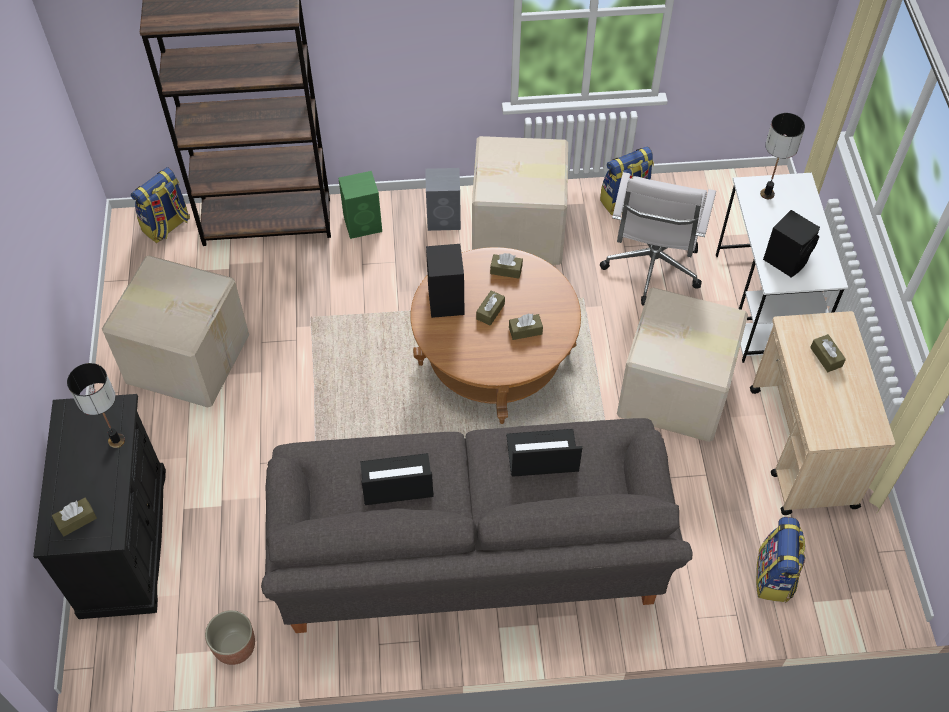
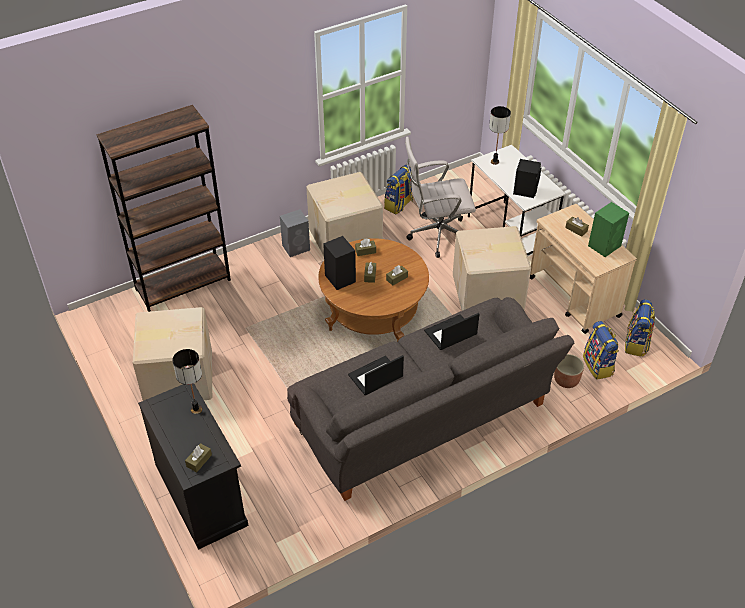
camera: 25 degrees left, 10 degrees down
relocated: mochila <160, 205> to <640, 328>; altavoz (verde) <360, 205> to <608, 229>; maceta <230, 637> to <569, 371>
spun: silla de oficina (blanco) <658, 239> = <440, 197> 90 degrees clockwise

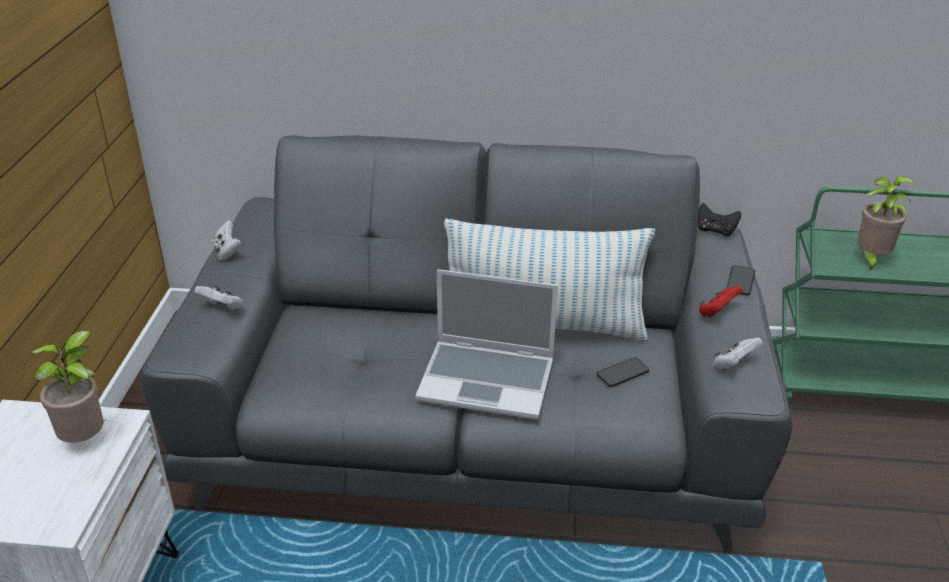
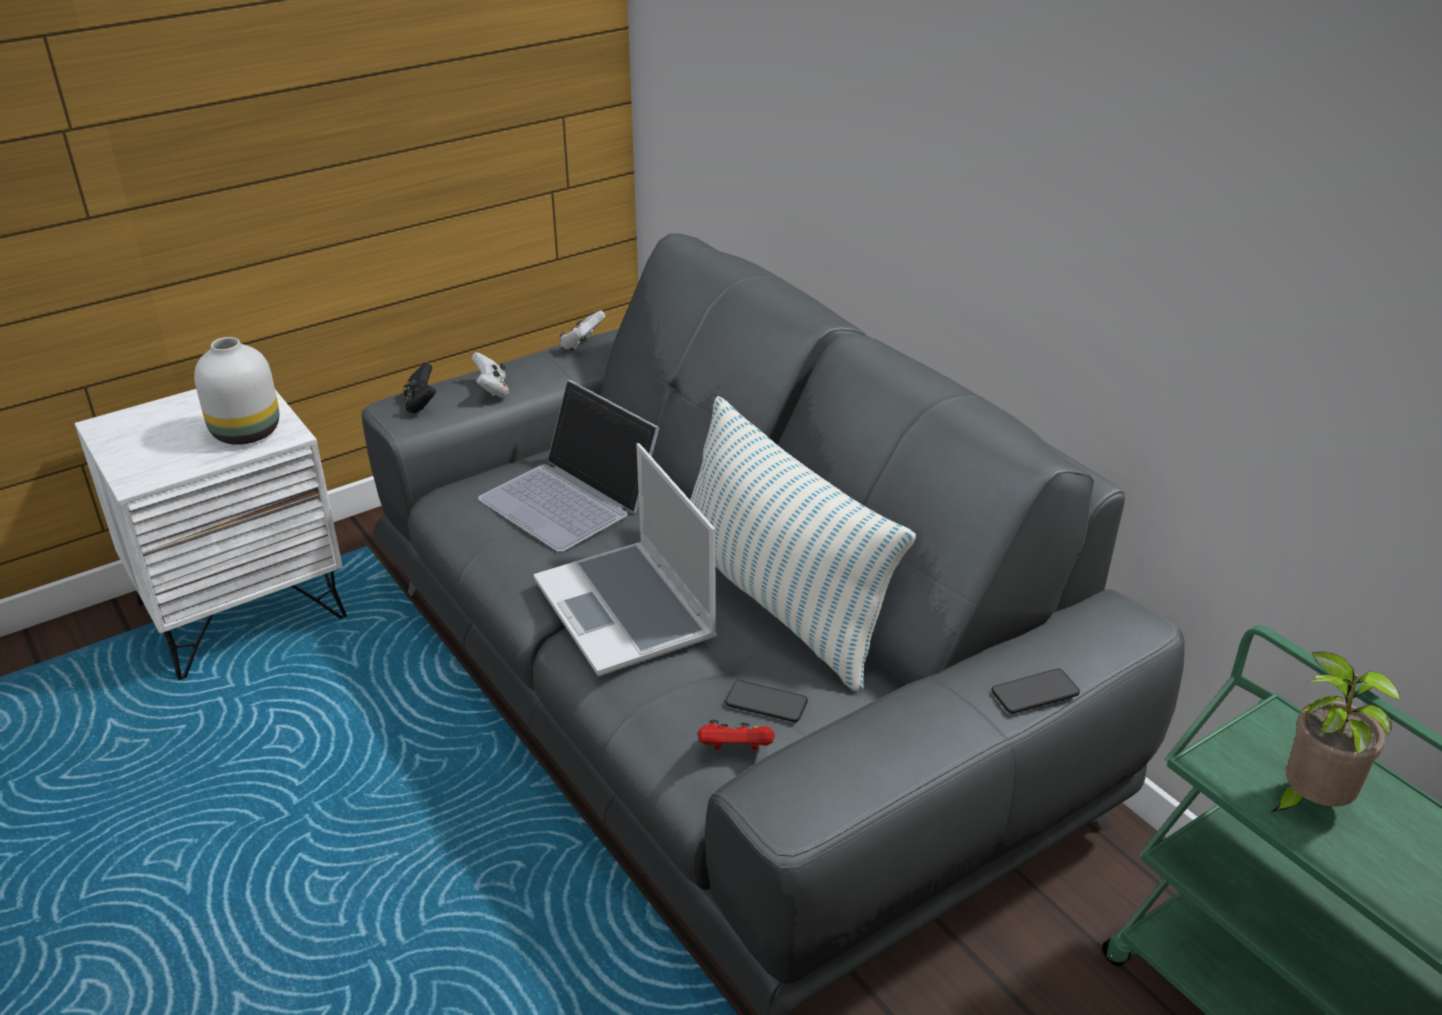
camera: 50 degrees right, 0 degrees up
missing: mando de consola (blanco) <738, 354>
appeared: portátil <569, 466>
relocated: mando de consola (negro) <719, 219> to <420, 388>; mando de consola (rojo) <721, 301> to <736, 735>
exchanged: planta en maceta <69, 386> to florero (blanco) <236, 391>

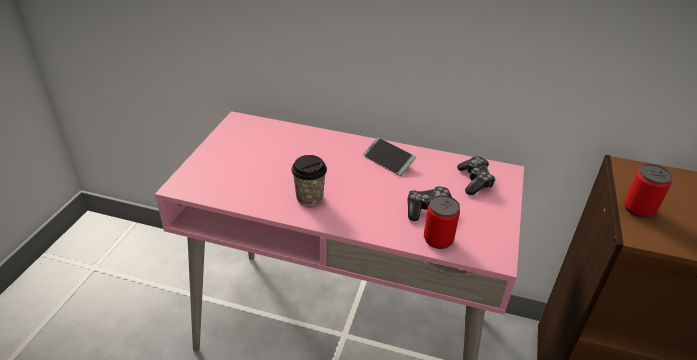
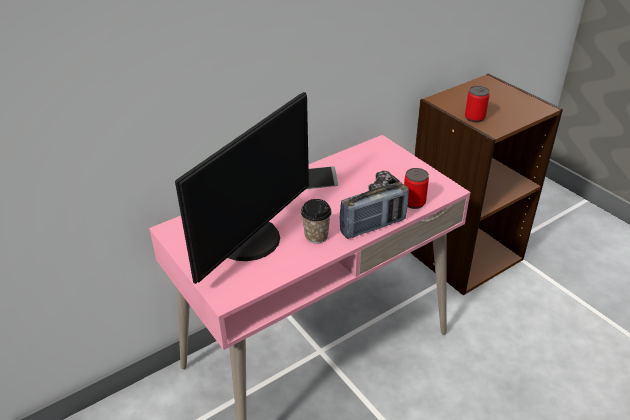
camera: 50 degrees left, 0 degrees up
missing: mando de consola <476, 175>
appeared: monitor <242, 188>; radio <374, 210>

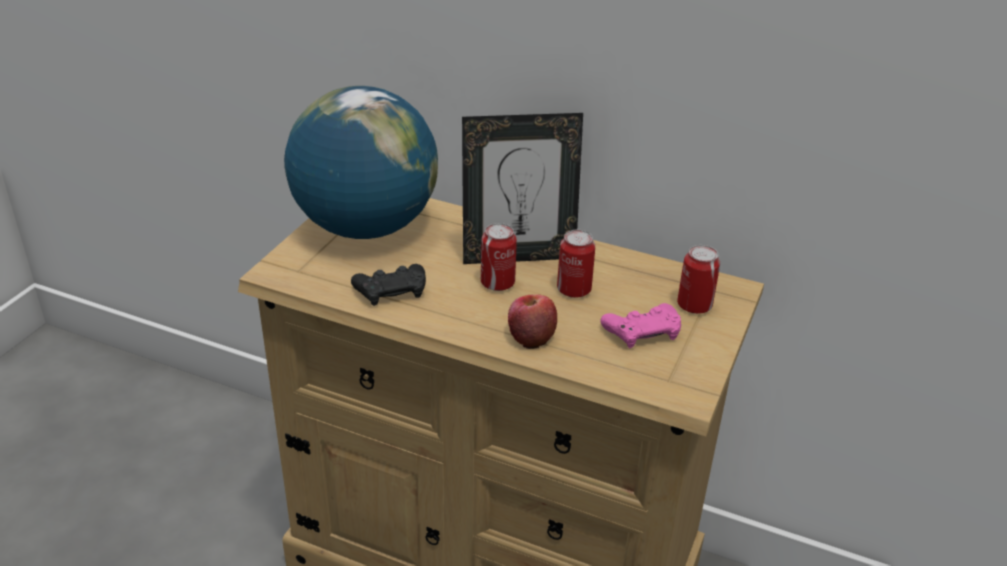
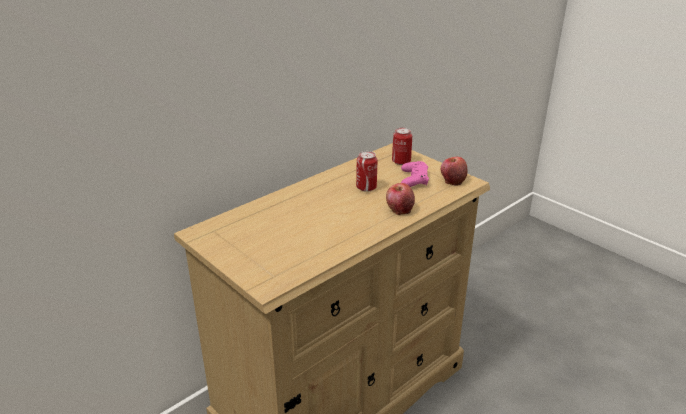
camera: 65 degrees left, 5 degrees down
missing: globo terráqueo <361, 162>; portarretratos <522, 188>; lata <499, 257>; mando de consola (negro) <388, 285>
appeared: manzana <454, 171>

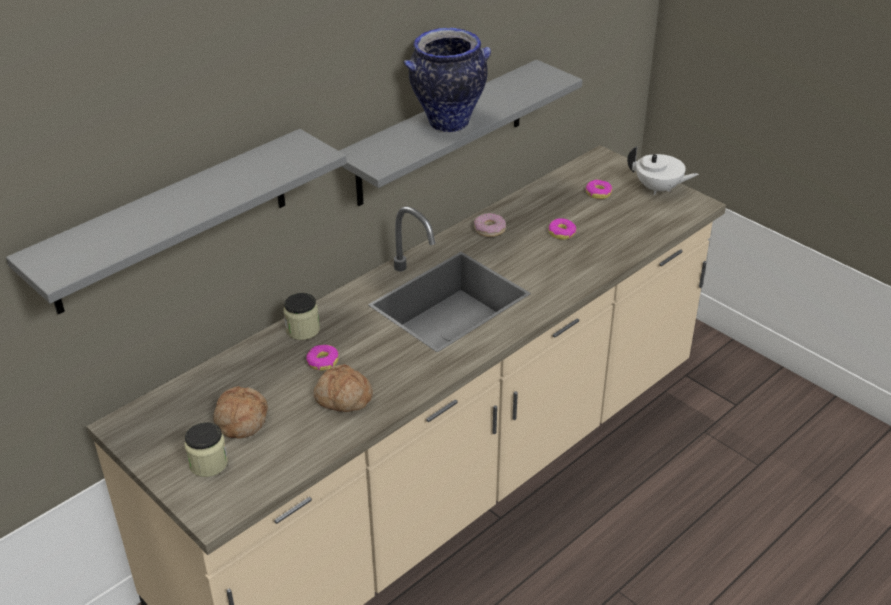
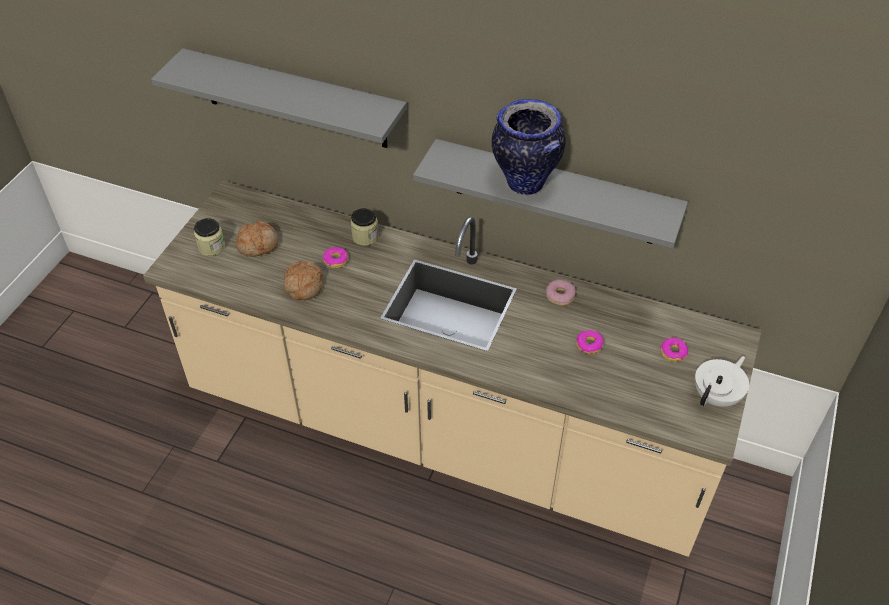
camera: 65 degrees right, 10 degrees up
spun: tetera (blanco) <663, 170> = <722, 381> 135 degrees counterclockwise

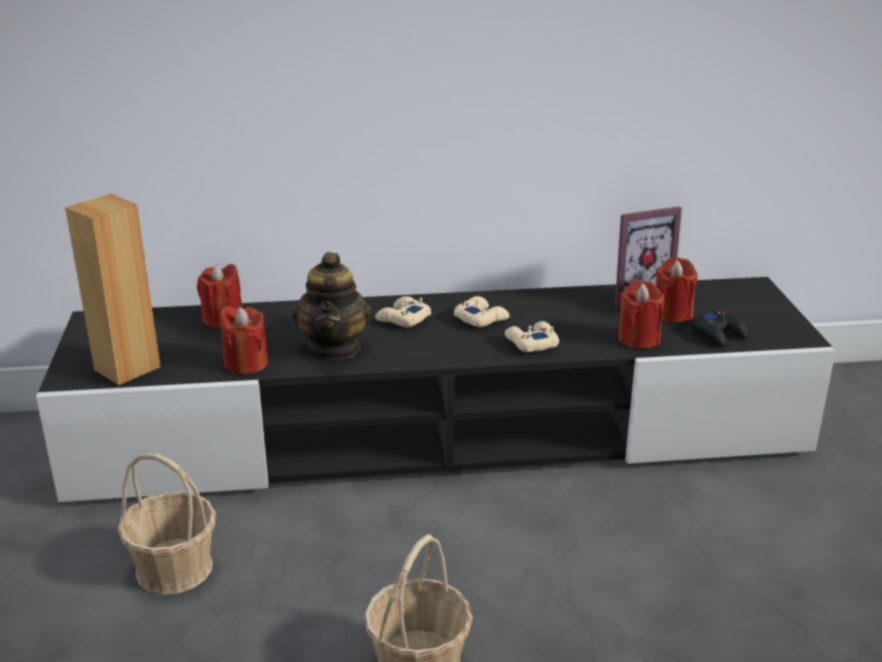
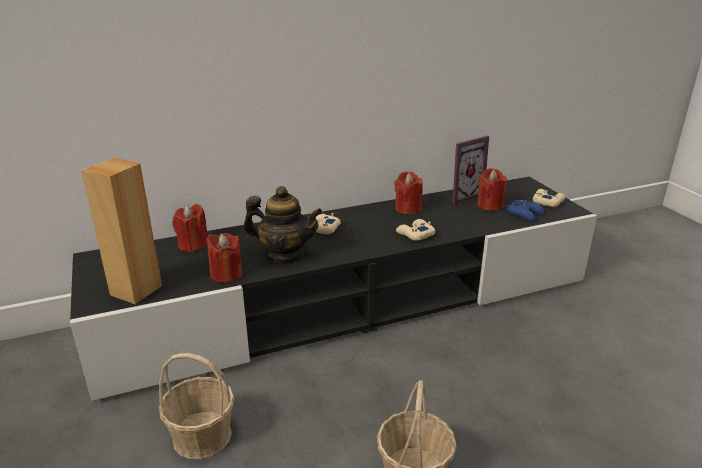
camera: 15 degrees left, 0 degrees up
relocated: vela (rojo) <641, 314> to <408, 192>; mando de consola (beis) <482, 311> to <549, 198>
colour: mando de consola (negro) <720, 329> to mando de consola (azul) <525, 211>
spun: tetera <332, 306> = <283, 224> 60 degrees counterclockwise

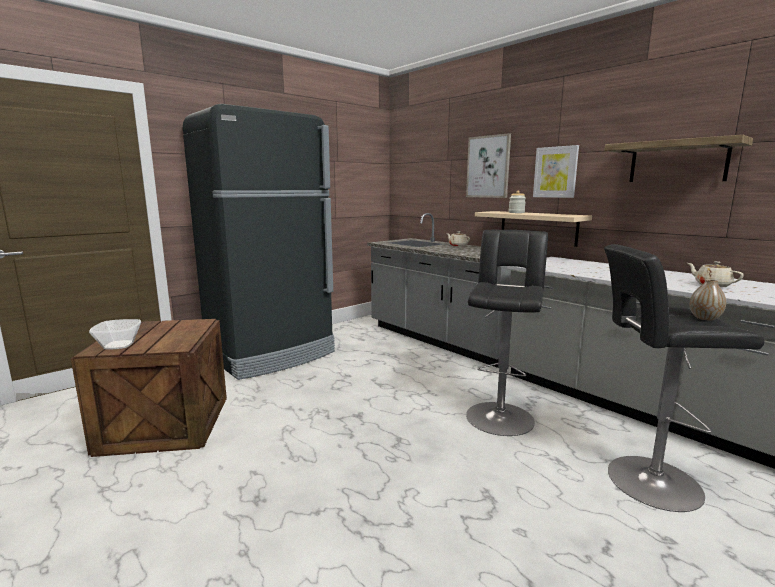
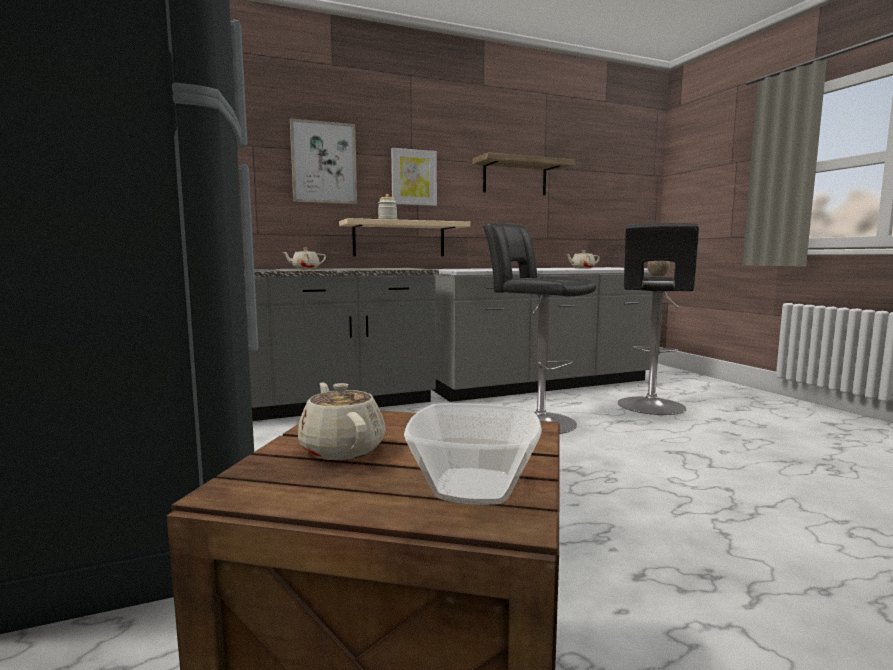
camera: 70 degrees left, 5 degrees down
appeared: tetera (beis) <342, 421>

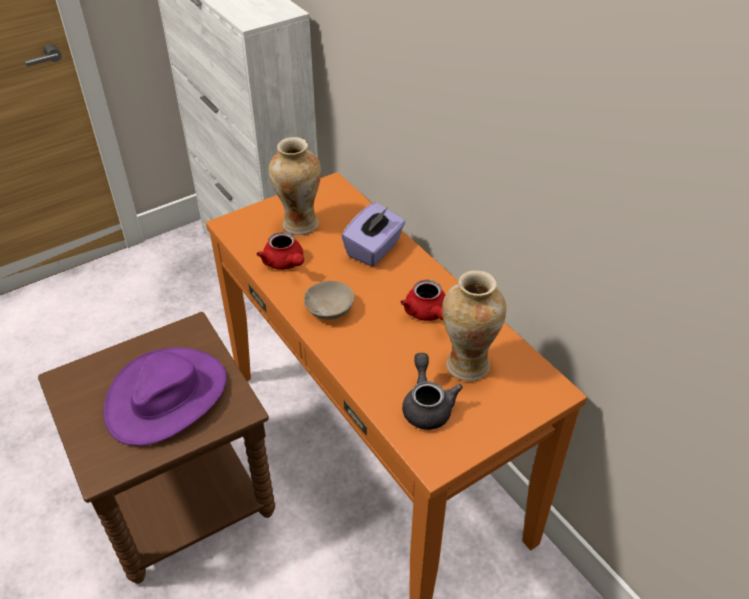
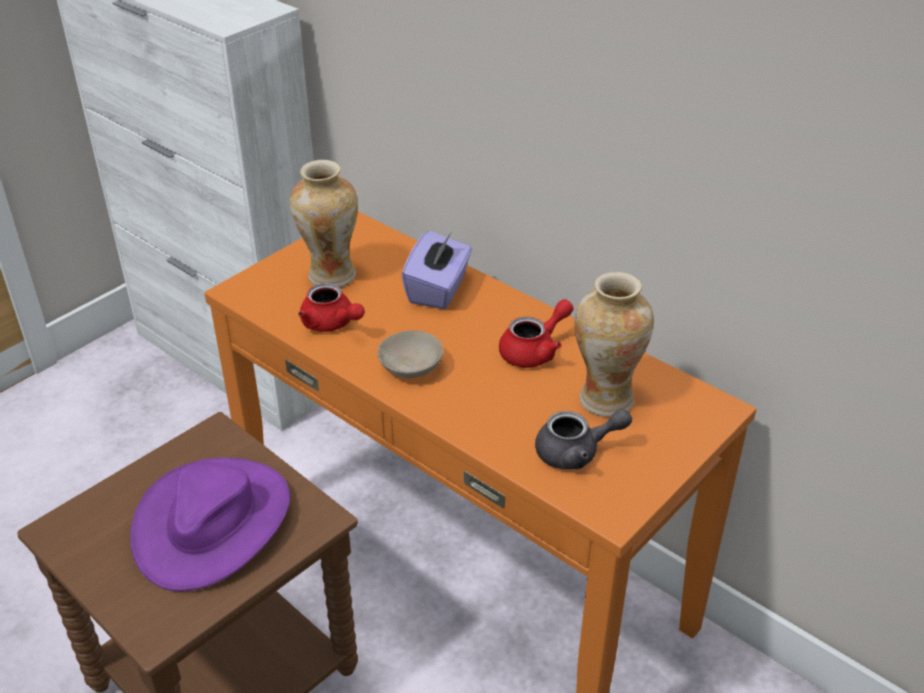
camera: 15 degrees left, 5 degrees down
spun: tetera (rojo) <423, 300> = <536, 333> 90 degrees counterclockwise; tetera (gris) <432, 391> = <583, 439> 105 degrees clockwise

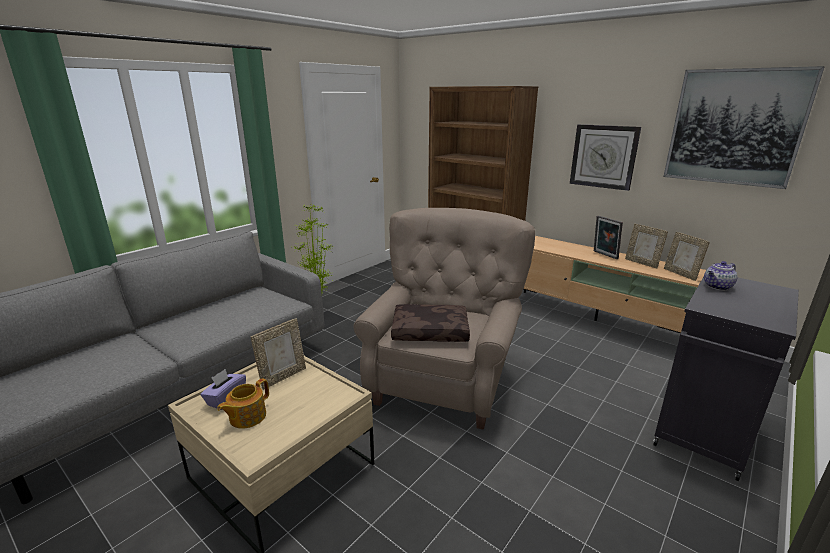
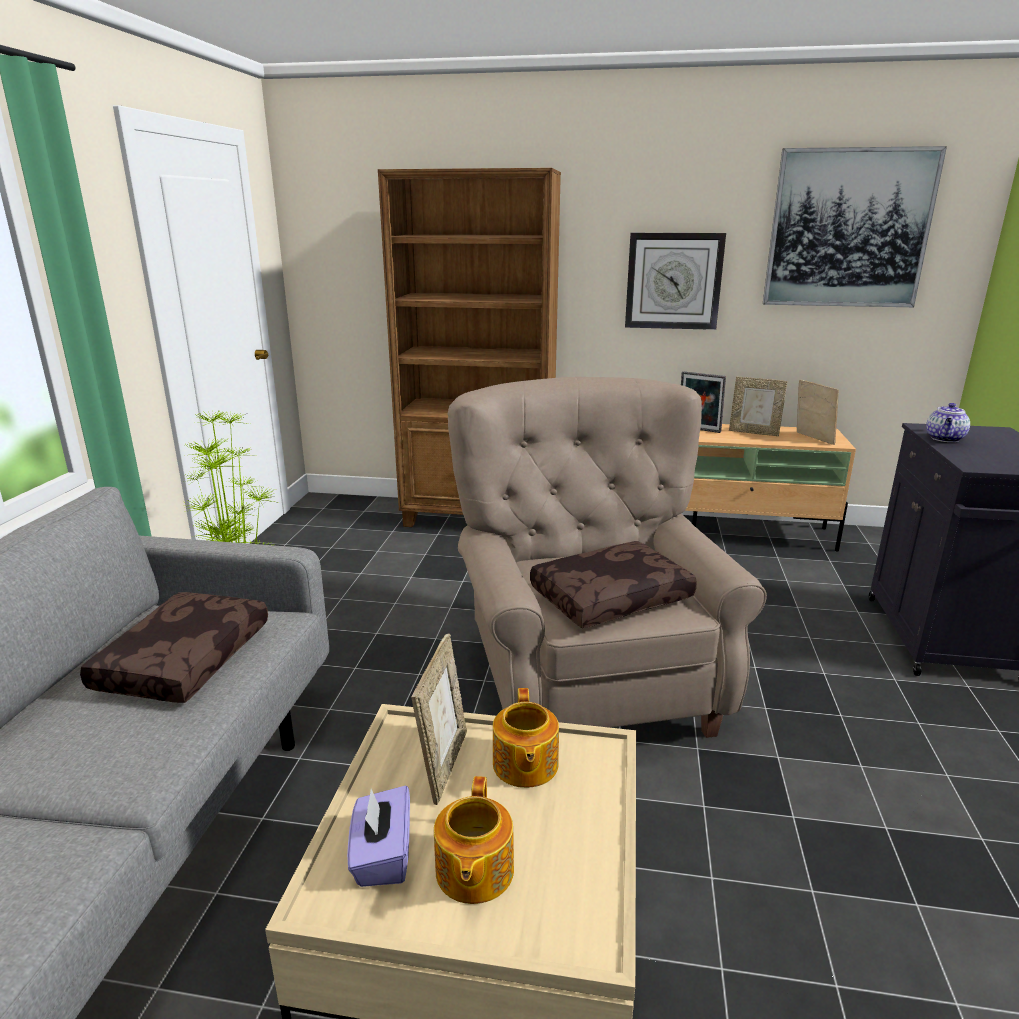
camera: 30 degrees left, 0 degrees up
appeared: cojín (marrón) <174, 647>; tetera <526, 738>
spun: portarretratos <687, 256> = <818, 412> 150 degrees counterclockwise

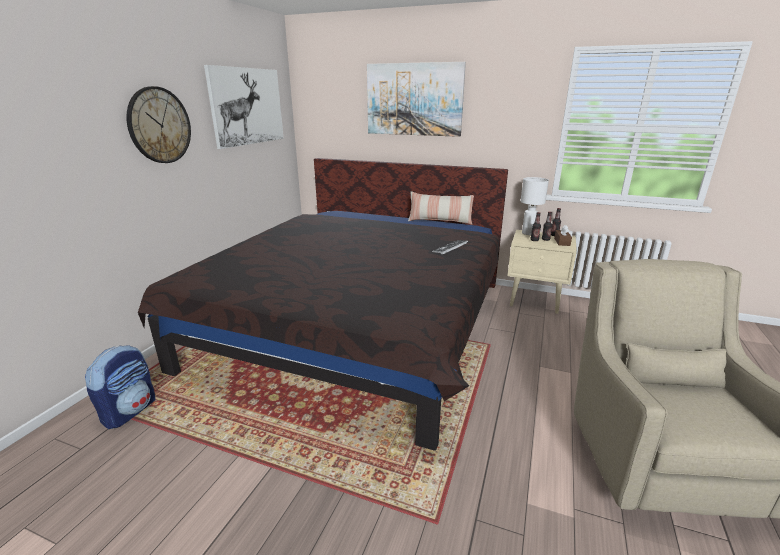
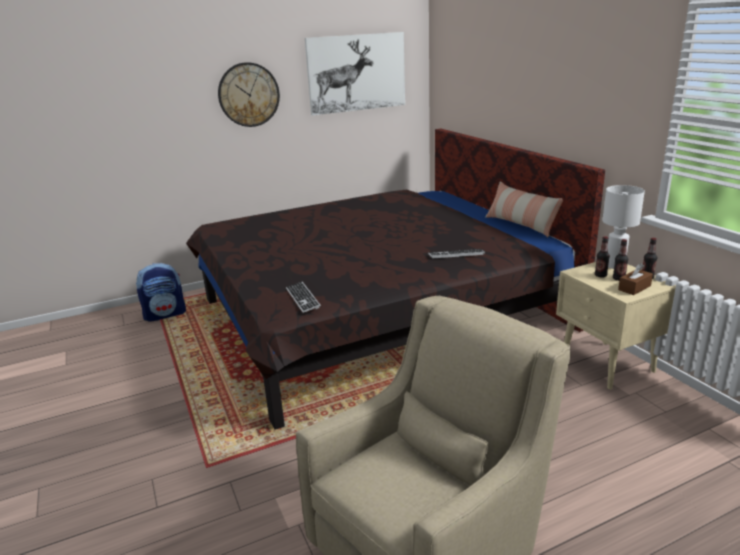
camera: 45 degrees right, 0 degrees up
missing: cuadro <416, 99>
appeared: teclado <303, 297>

